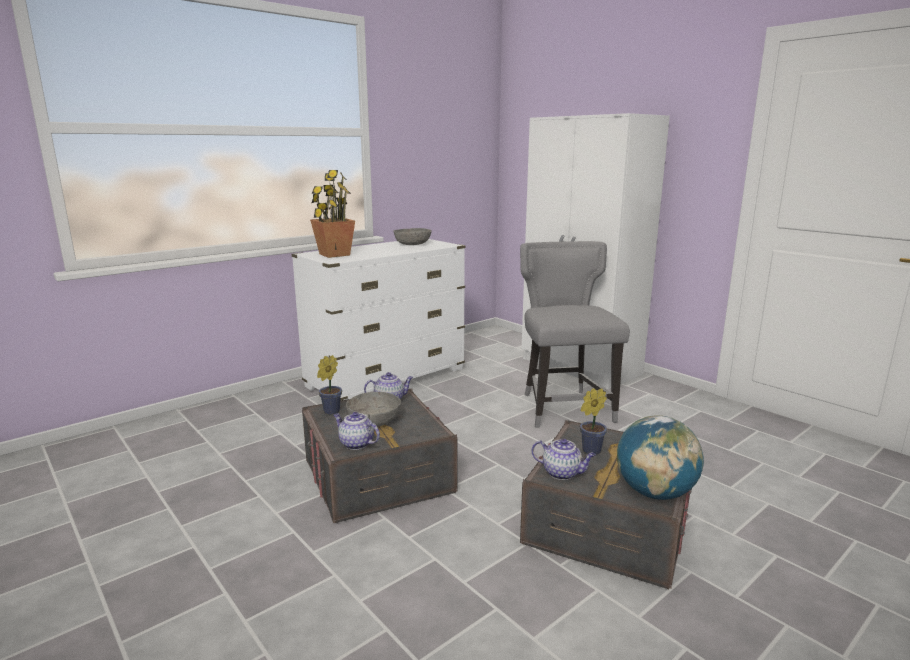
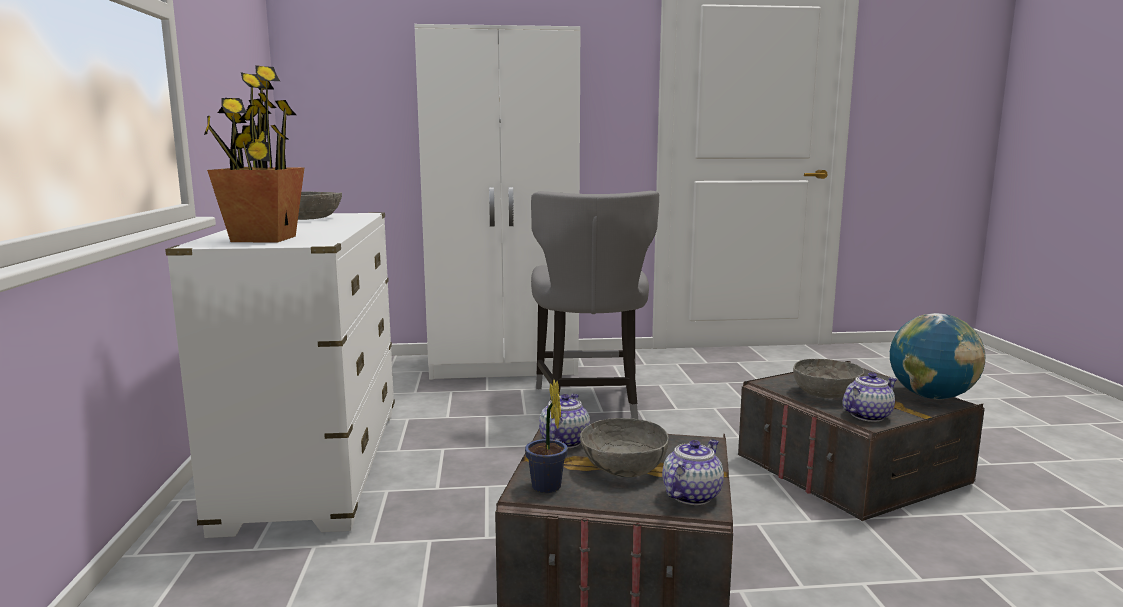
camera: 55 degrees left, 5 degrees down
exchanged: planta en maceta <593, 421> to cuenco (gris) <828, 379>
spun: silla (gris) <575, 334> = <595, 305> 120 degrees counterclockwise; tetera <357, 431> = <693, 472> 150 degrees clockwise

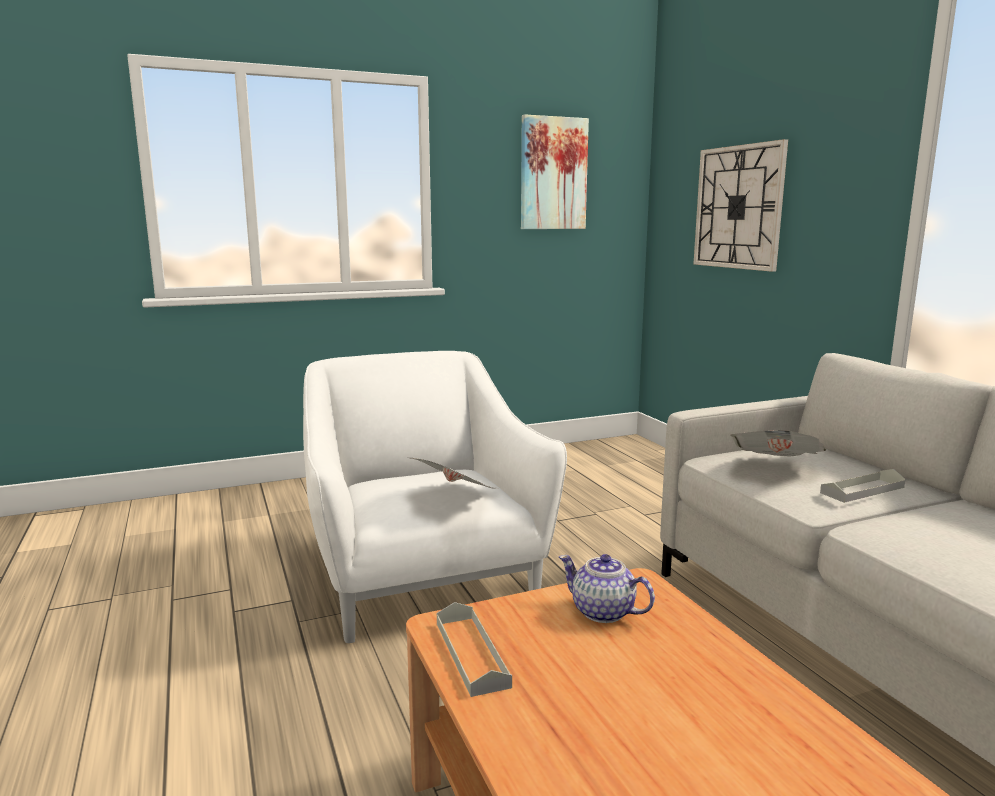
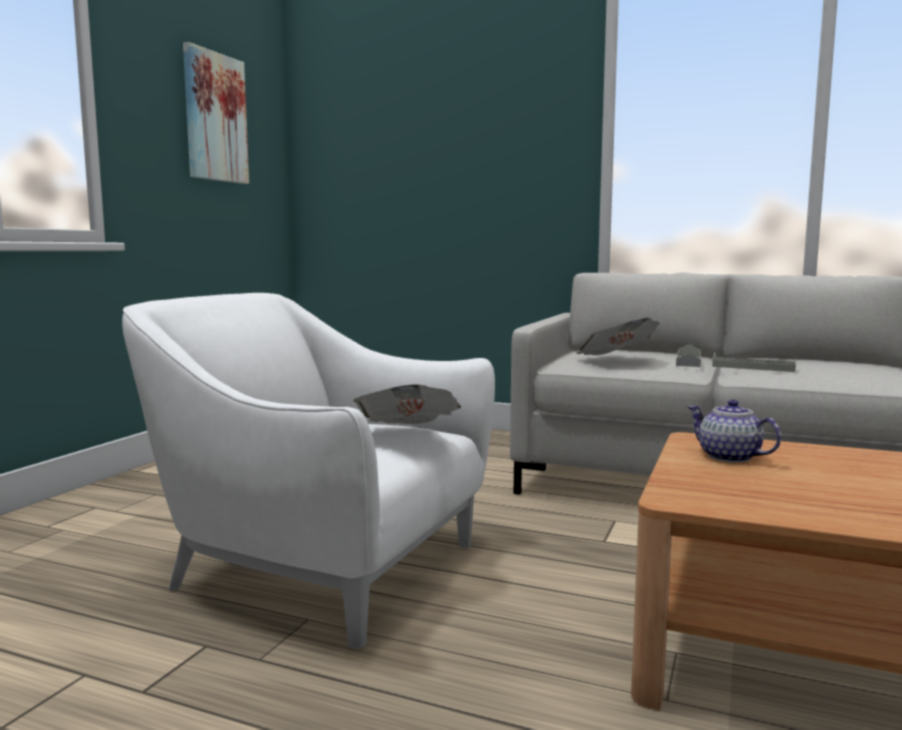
camera: 45 degrees left, 5 degrees down
missing: reloj de pared <741, 205>
relocated: bandeja (gris) <474, 649> to <754, 362>
spun: tetera <607, 588> = <734, 431> 60 degrees clockwise

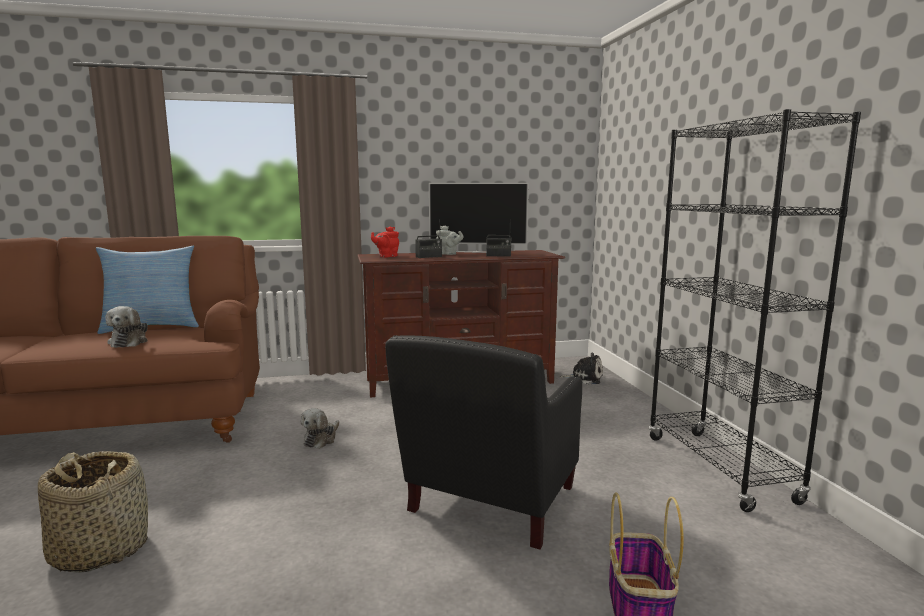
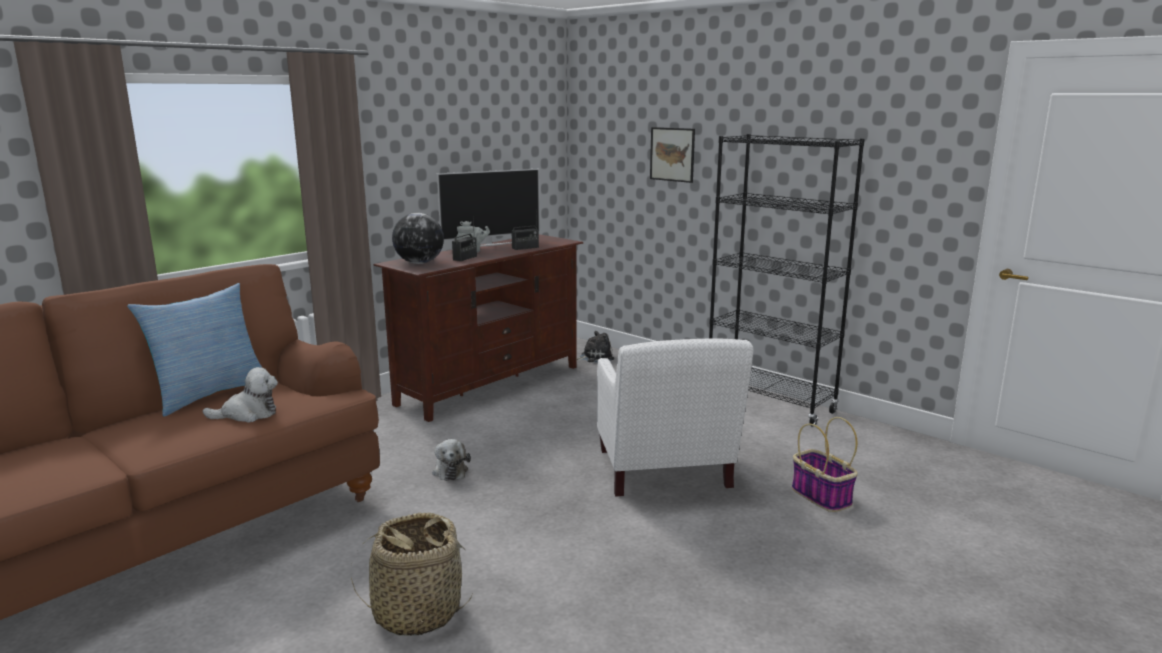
camera: 35 degrees left, 5 degrees up
appeared: cuadro <672, 155>
exchanged: tetera (rojo) <385, 242> to globo terráqueo <418, 238>
colour: sillón (negro) <483, 442> to sillón (blanco) <675, 418>
spun: peluche <127, 327> = <240, 395> 60 degrees counterclockwise

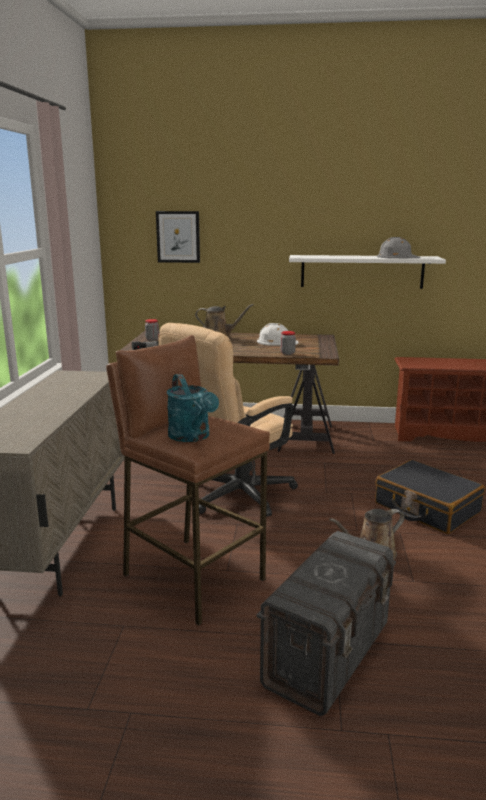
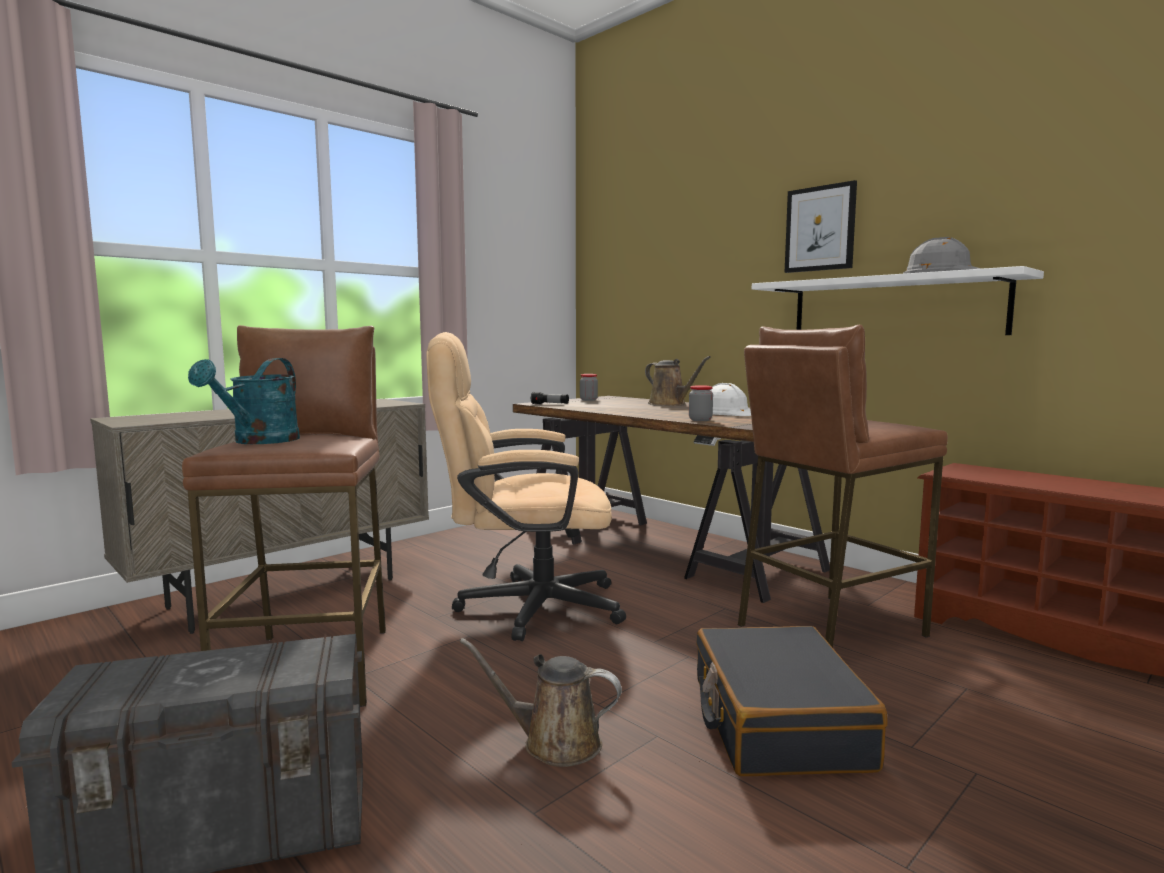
camera: 40 degrees right, 10 degrees down
appeared: taburete (marrón) <843, 486>
relocated: cuadro <178, 237> to <821, 226>

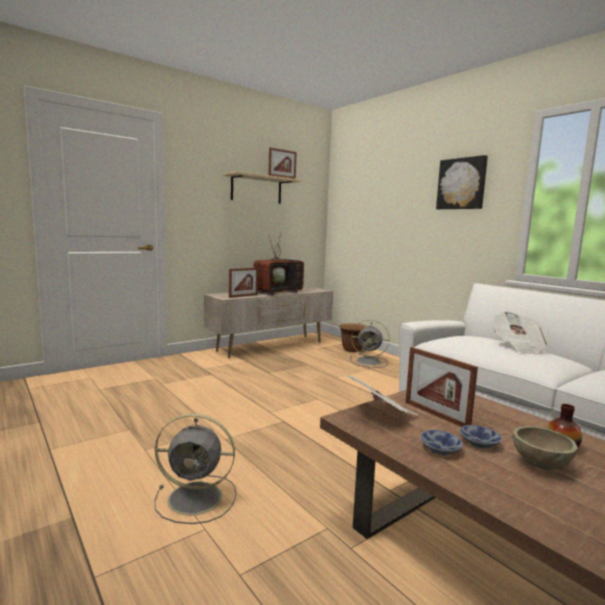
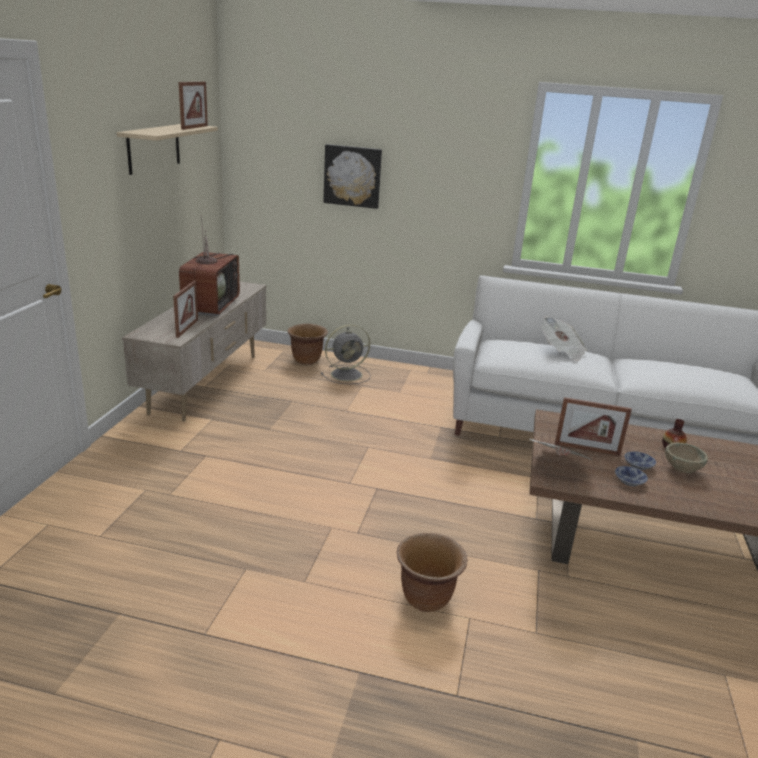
camera: 40 degrees left, 15 degrees up
relocated: cuadro <462, 182> to <352, 176>
exchanged: ventilador (gris) <195, 468> to maceta (marrón) <432, 572>

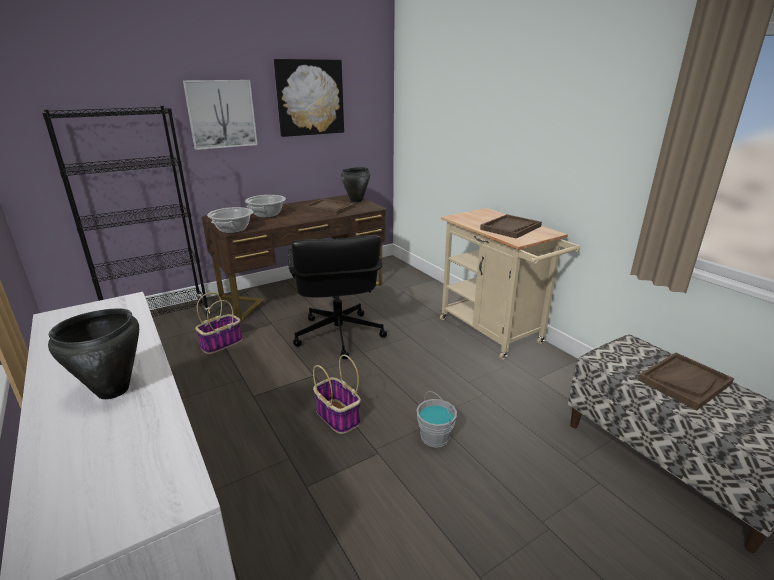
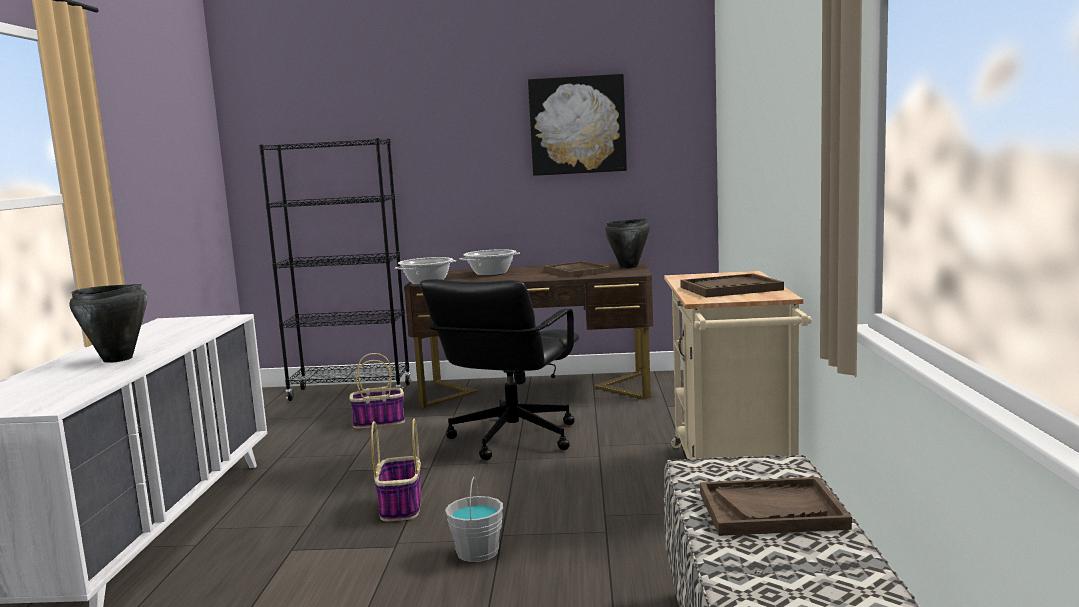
camera: 35 degrees right, 15 degrees down
missing: cuadro <220, 115>

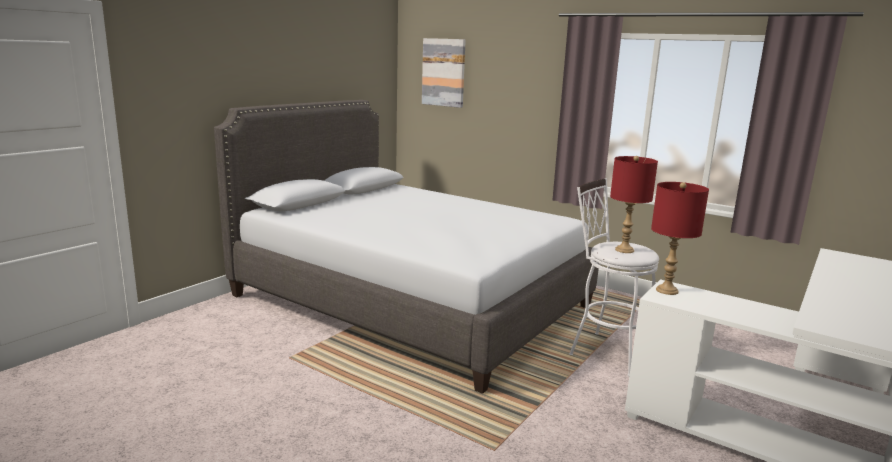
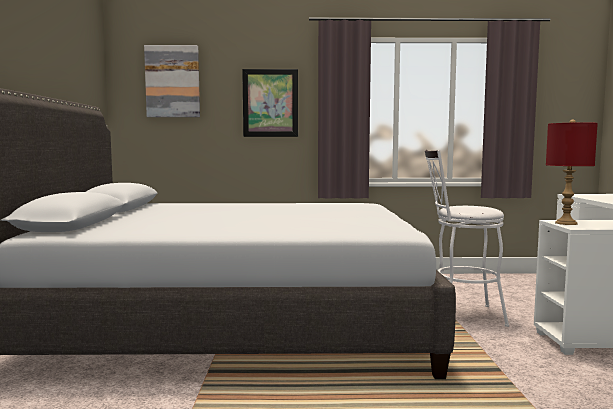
camera: 35 degrees left, 10 degrees down
missing: lámpara de mesa (rojo) <634, 204>
appeared: cuadro <270, 103>

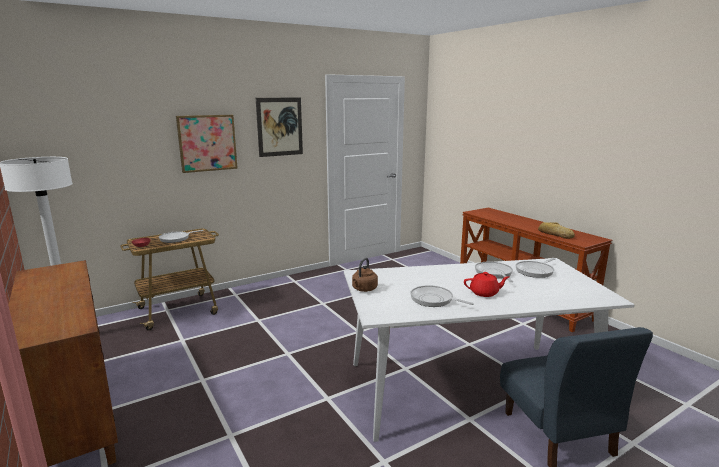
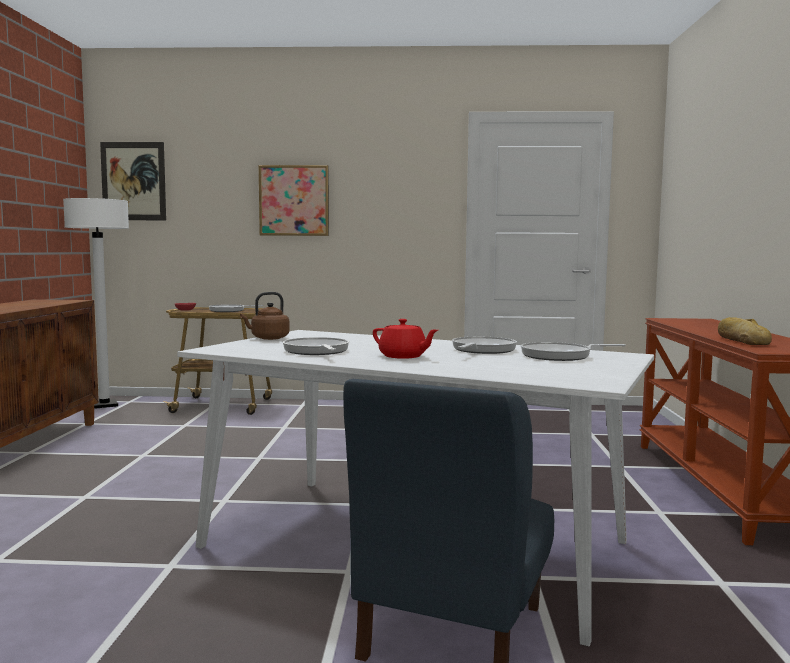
camera: 35 degrees right, 10 degrees down
relocated: cuadro <279, 127> to <133, 181>

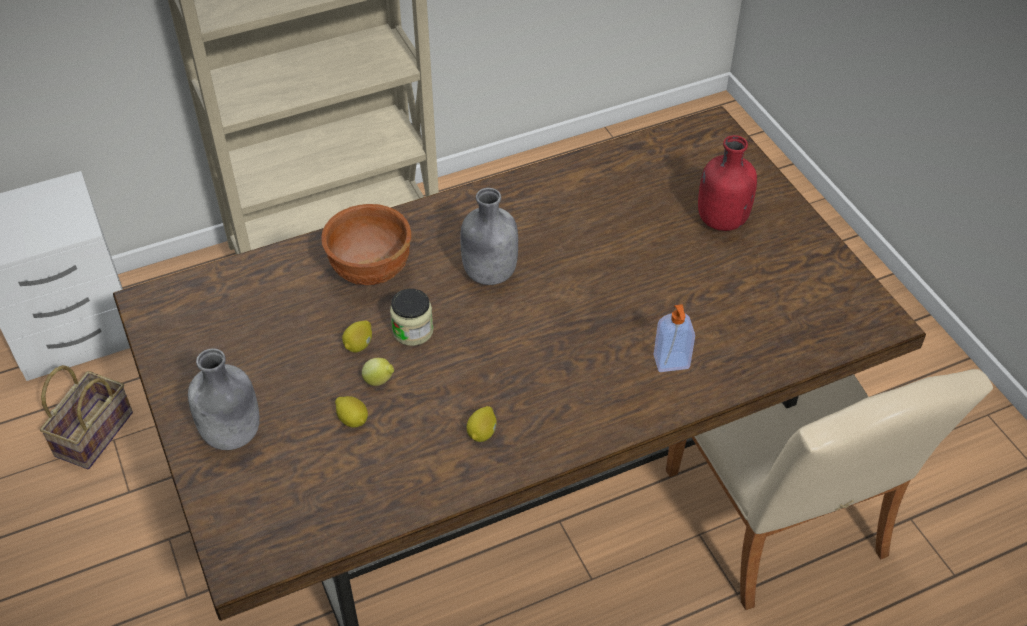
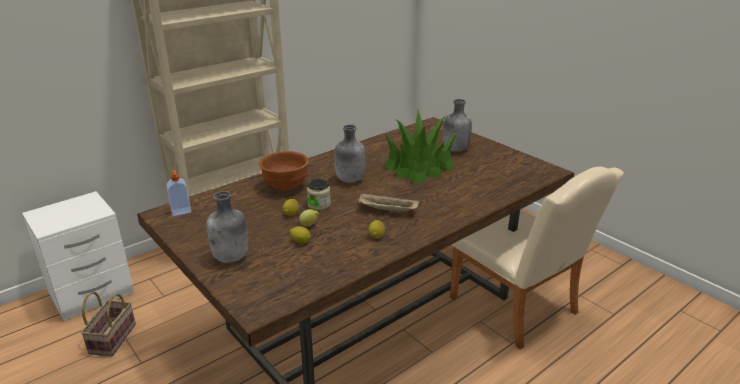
camera: 15 degrees left, 20 degrees down
appeared: planta en maceta <420, 147>; bandeja (beis) <389, 203>
relocated: dispensador de jabón <674, 338> to <179, 193>
colour: botella (rojo) <727, 183> to botella (gris) <457, 125>

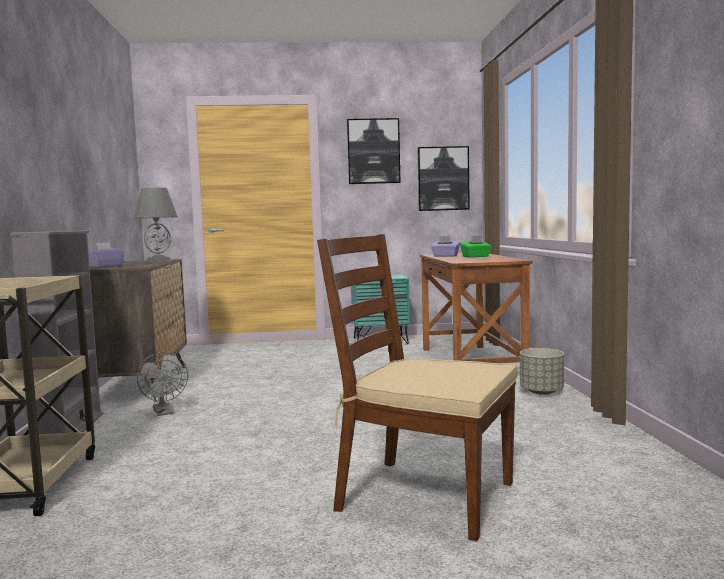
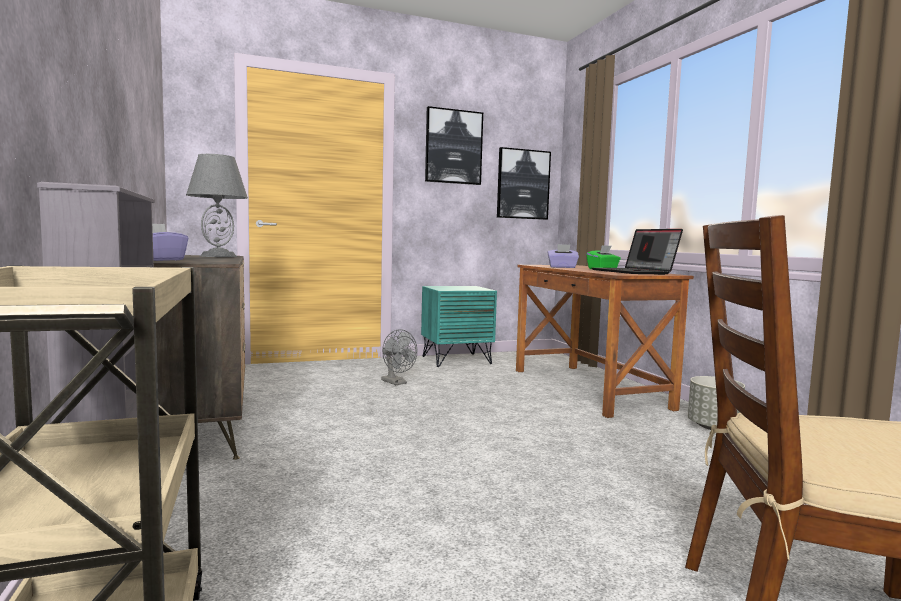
camera: 15 degrees left, 0 degrees up
appeared: portátil <637, 252>
relocated: ventilador (gris) <162, 384> to <399, 357>

